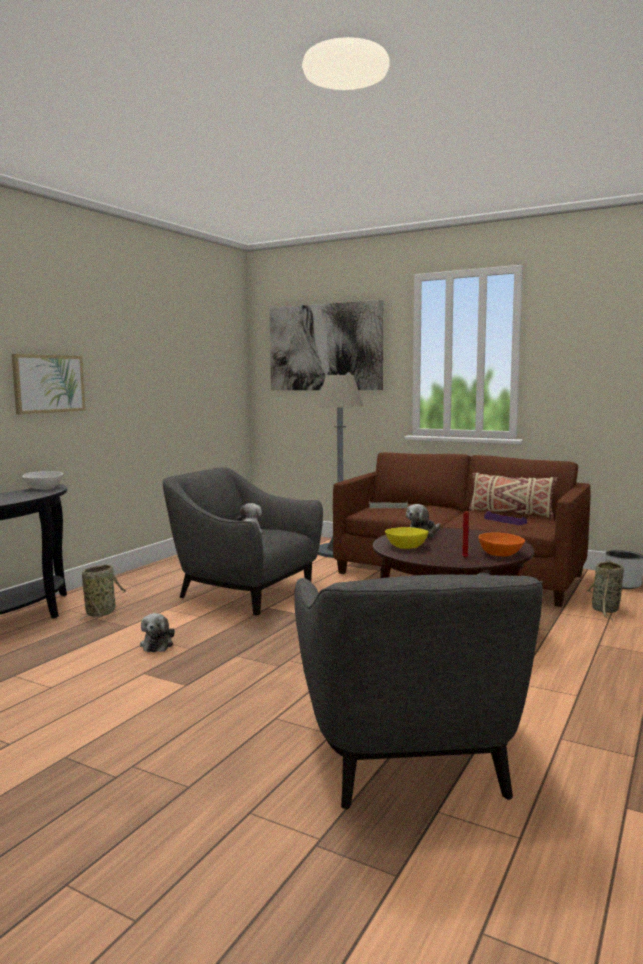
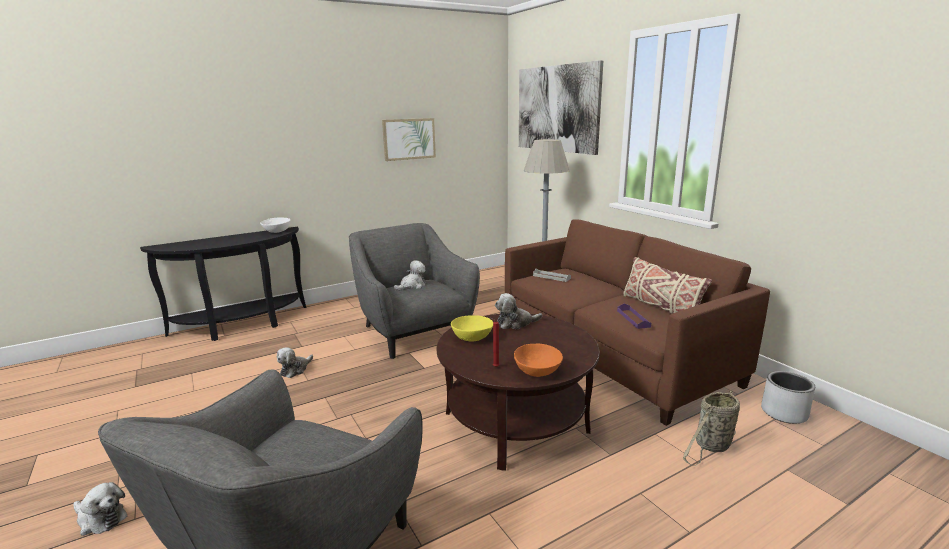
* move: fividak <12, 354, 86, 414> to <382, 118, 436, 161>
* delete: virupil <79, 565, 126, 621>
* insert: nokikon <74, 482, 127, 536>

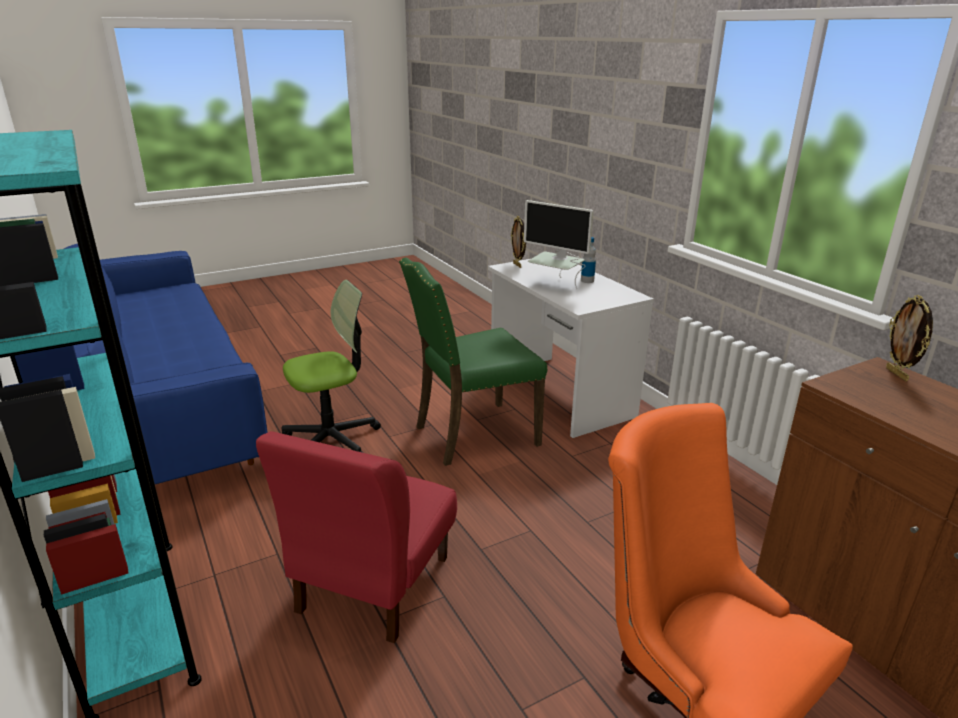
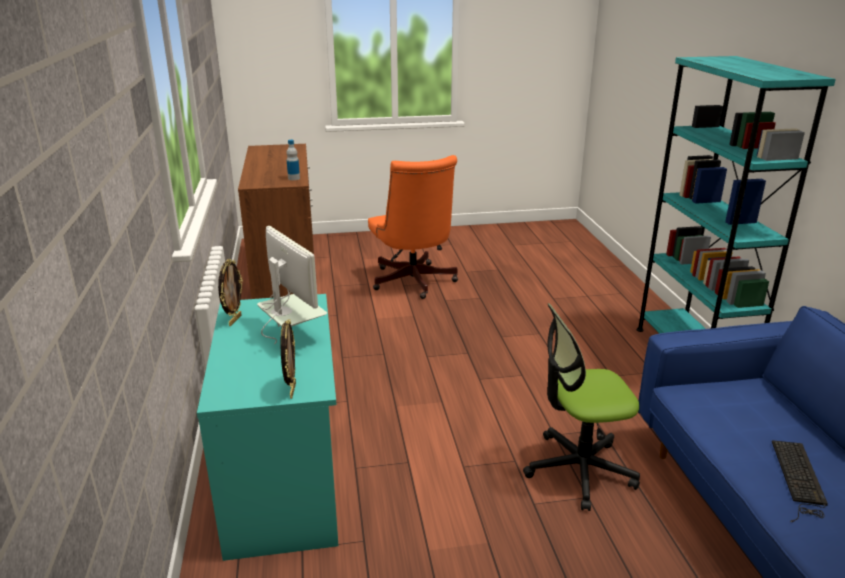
* move: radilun <581, 237, 596, 283> to <287, 140, 300, 180>
* delete: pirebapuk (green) <399, 257, 547, 466>
* recolor: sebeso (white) <488, 259, 654, 438> to sebeso (turquoise) <197, 294, 339, 561>
* move: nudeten <886, 295, 933, 381> to <218, 259, 243, 326>
* delete: pirebapuk (red) <256, 431, 457, 643>
* insert: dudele <772, 440, 828, 522>

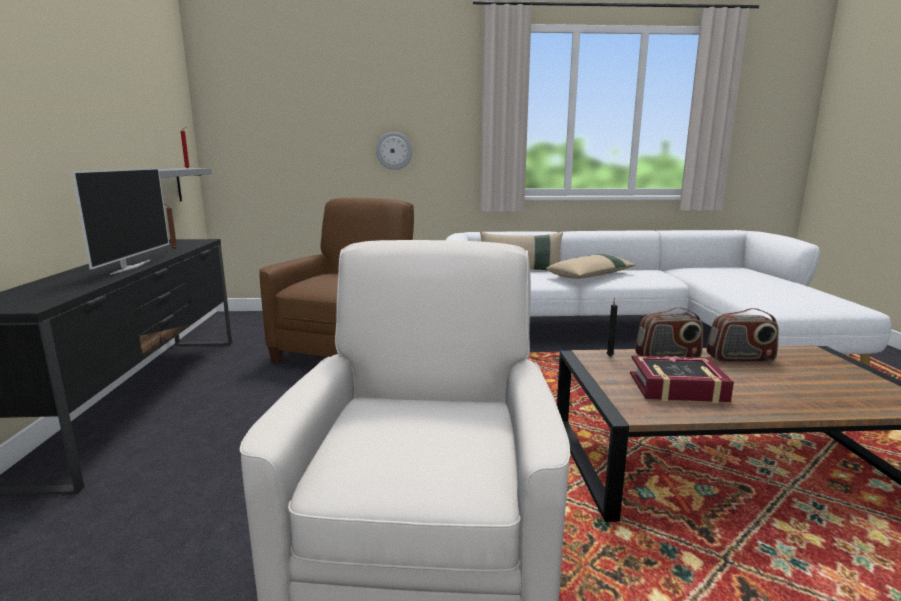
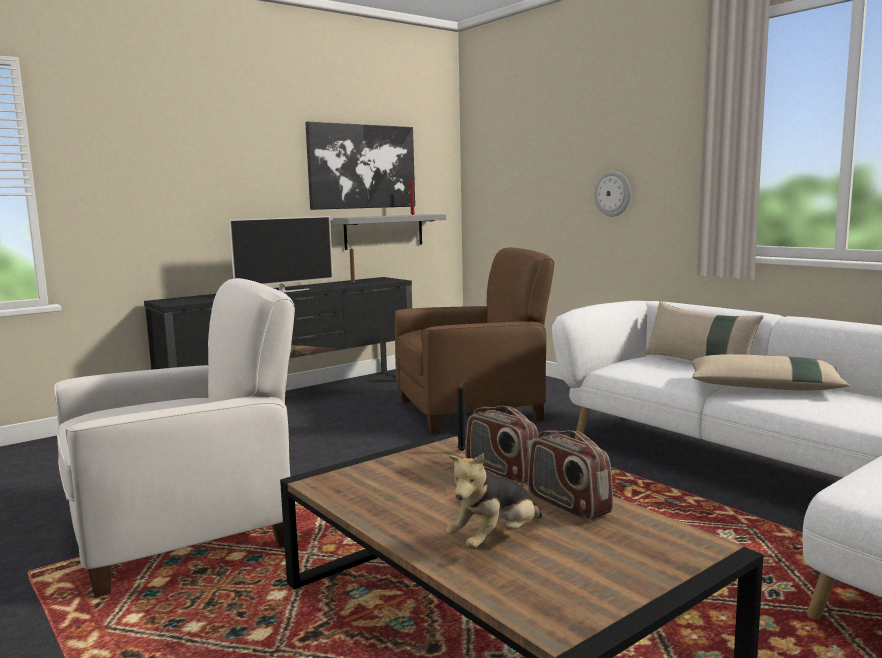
* delete: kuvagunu <630, 355, 734, 403>
* insert: fividak <305, 122, 415, 210>
* insert: nokikon <446, 453, 542, 549>

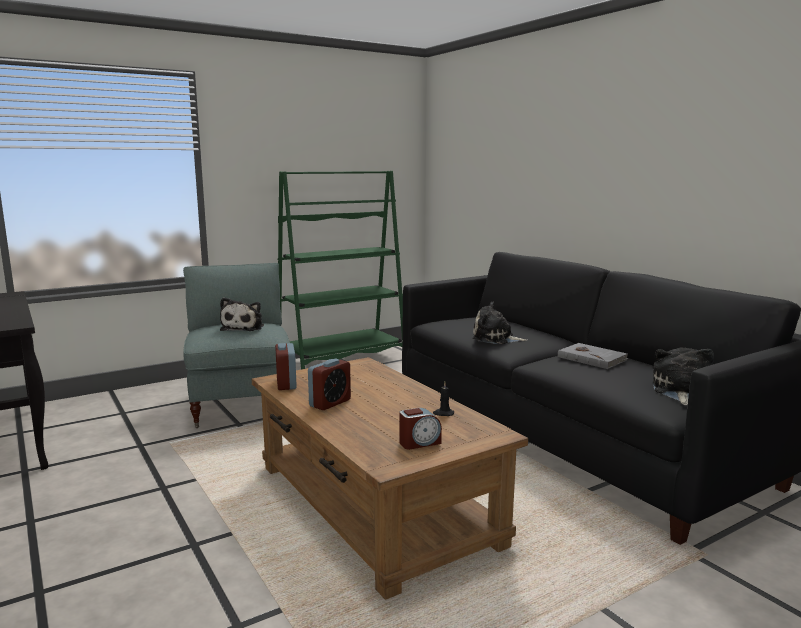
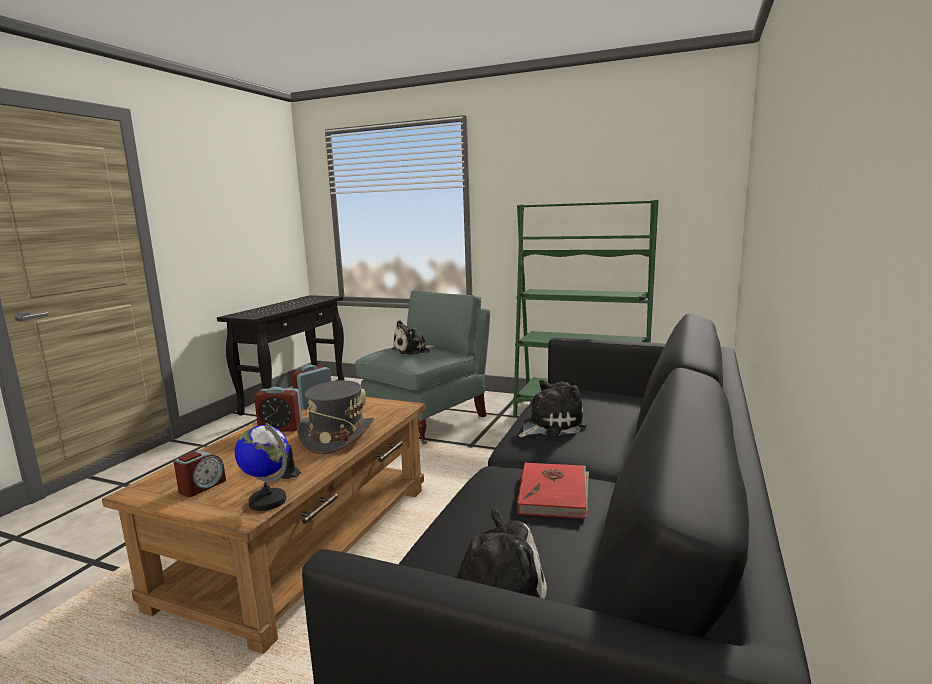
* rotate: nokikon <472, 302, 528, 344> = <519, 380, 587, 437> 75 degrees clockwise
* recolor: kuvagunu (grey) <558, 343, 628, 369> to kuvagunu (red) <517, 462, 589, 519>
* rotate: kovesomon <399, 408, 442, 450> = <173, 451, 226, 497> 90 degrees counterclockwise
* insert: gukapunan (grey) <297, 380, 374, 454>
* insert: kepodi <235, 423, 289, 511>

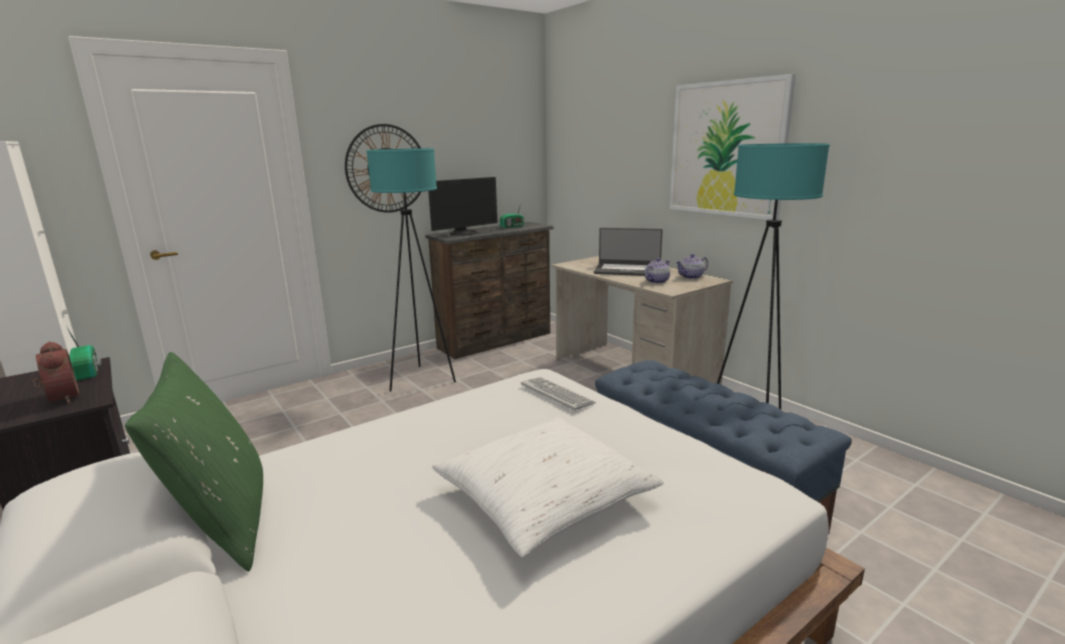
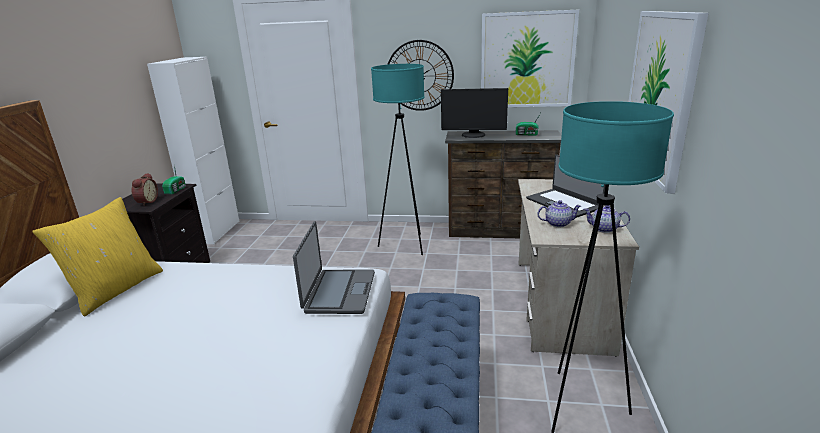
* recolor: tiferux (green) <125, 352, 263, 572> to tiferux (yellow) <32, 197, 163, 316>
* replace: dudele <521, 377, 596, 410> to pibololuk <293, 221, 375, 314>
* delete: tiferux (white) <432, 417, 664, 557>
* insert: fividak <481, 10, 579, 107>

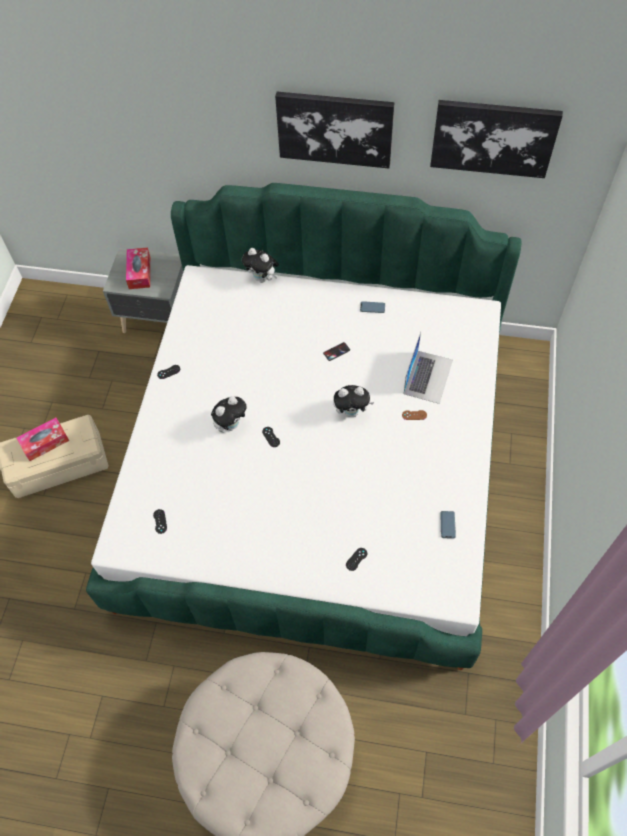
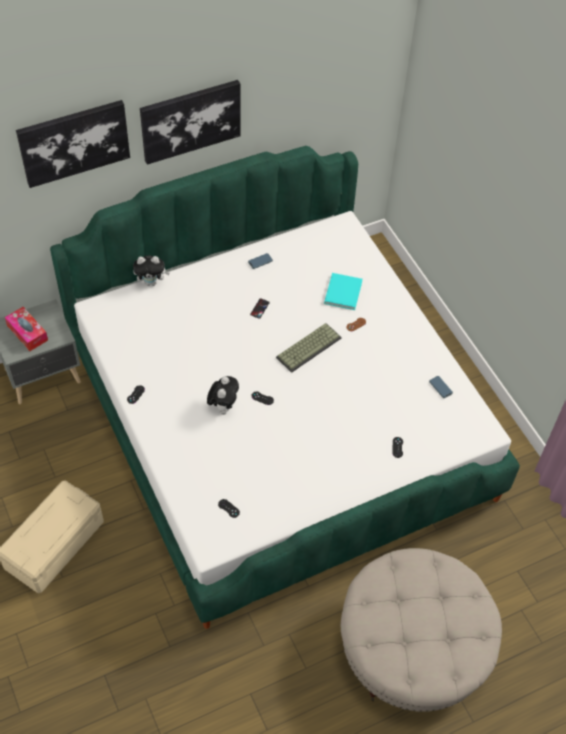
* move: fividak <430, 100, 563, 178> to <16, 100, 130, 188>
* replace: pibololuk <404, 332, 453, 404> to kuvagunu (turquoise) <324, 273, 363, 310>
* replace: nokikon <333, 385, 374, 417> to dudele <276, 323, 342, 373>
* delete: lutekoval <17, 418, 69, 461>

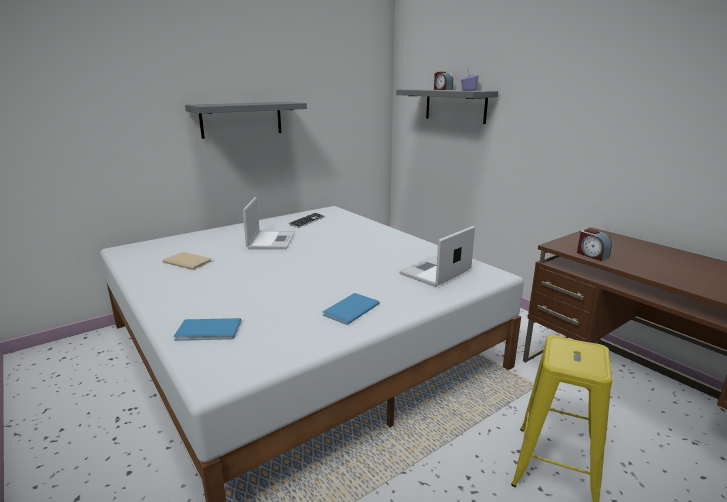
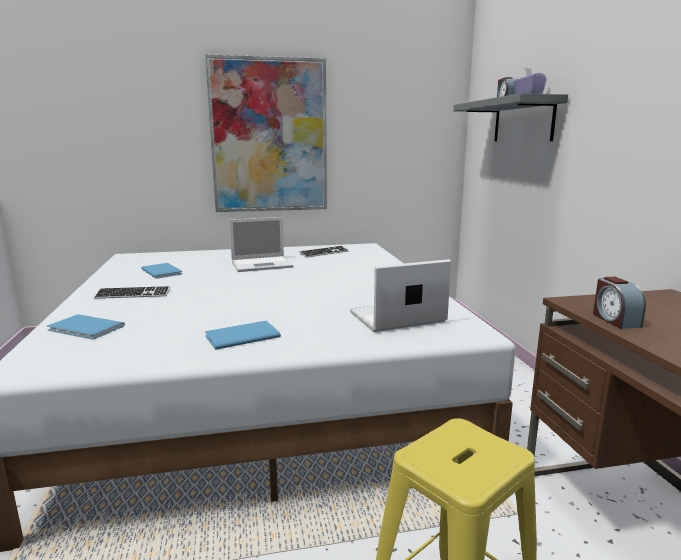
* replace: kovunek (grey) <185, 102, 307, 139> to fividak <205, 54, 327, 212>
* rotate: pibololuk <243, 197, 295, 249> = <229, 217, 294, 272> 45 degrees clockwise
* recolor: kuvagunu (beige) <163, 252, 212, 270> to kuvagunu (blue) <141, 263, 182, 279>
* insert: dudele <94, 286, 171, 299>

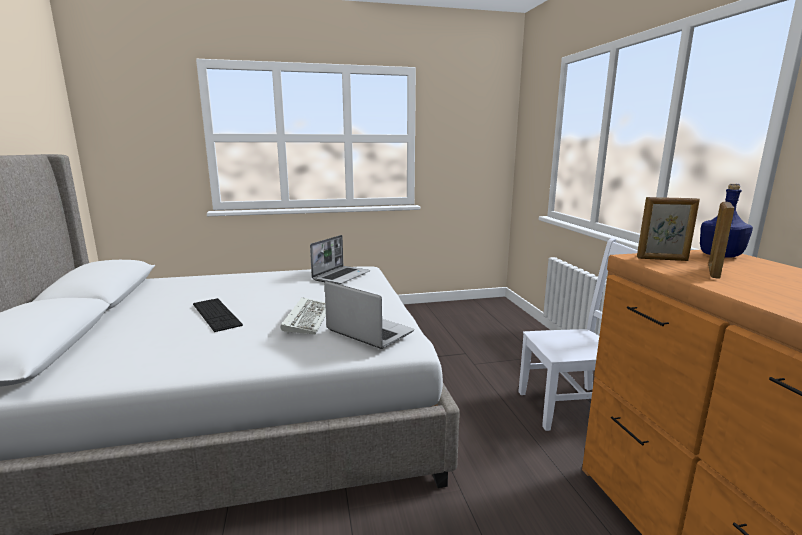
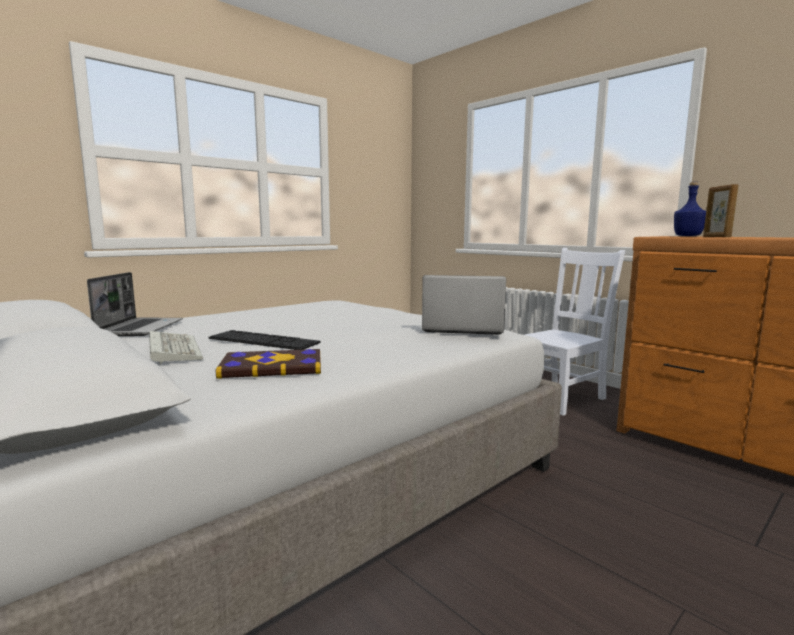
* delete: nudeten <637, 197, 700, 261>
* move: pibololuk <310, 235, 370, 284> to <87, 272, 183, 336>
* move: dudele <281, 297, 326, 334> to <149, 331, 203, 364>
* insert: kuvagunu <216, 349, 321, 379>

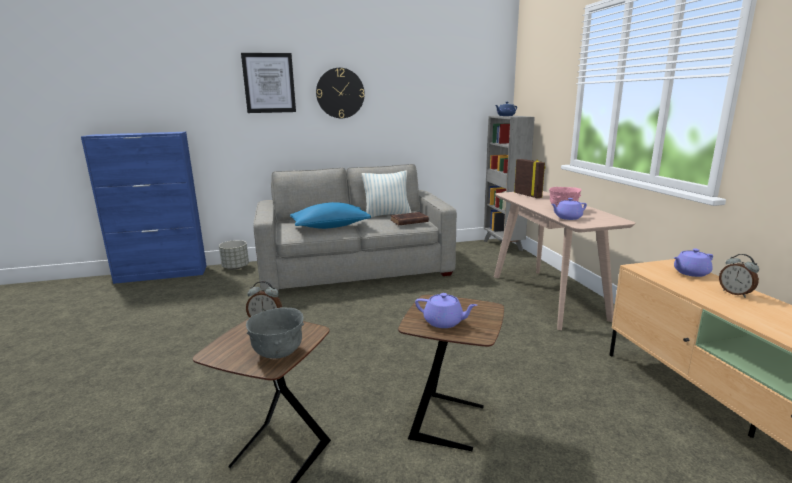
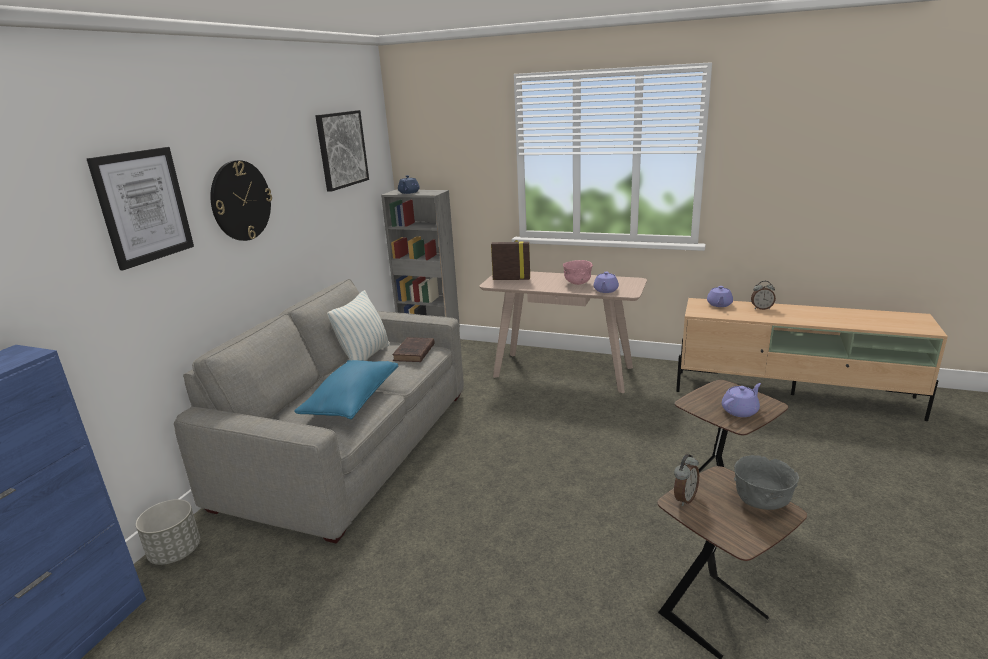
* insert: fividak <315, 110, 369, 192>

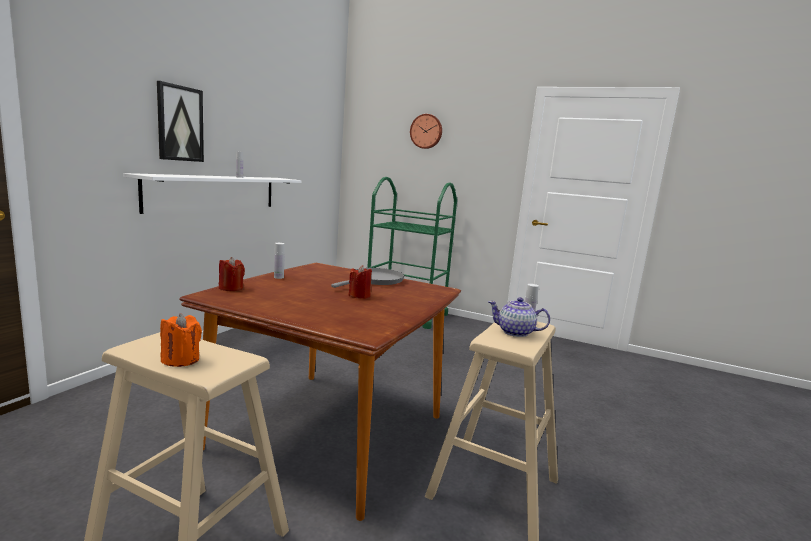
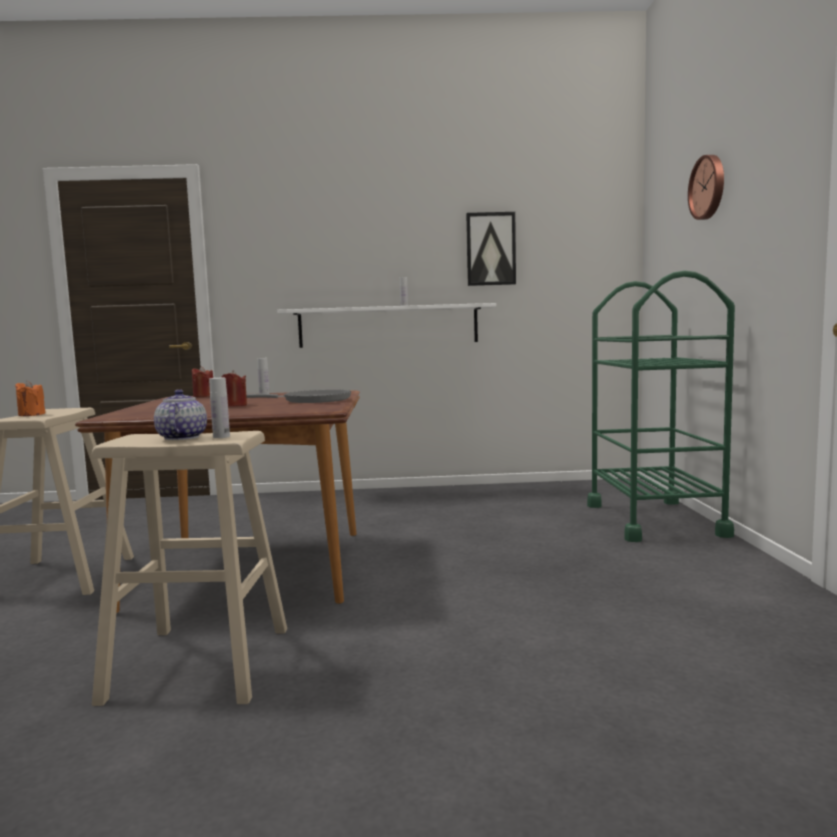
* move: fividak <157, 81, 204, 162> to <466, 212, 516, 286>

